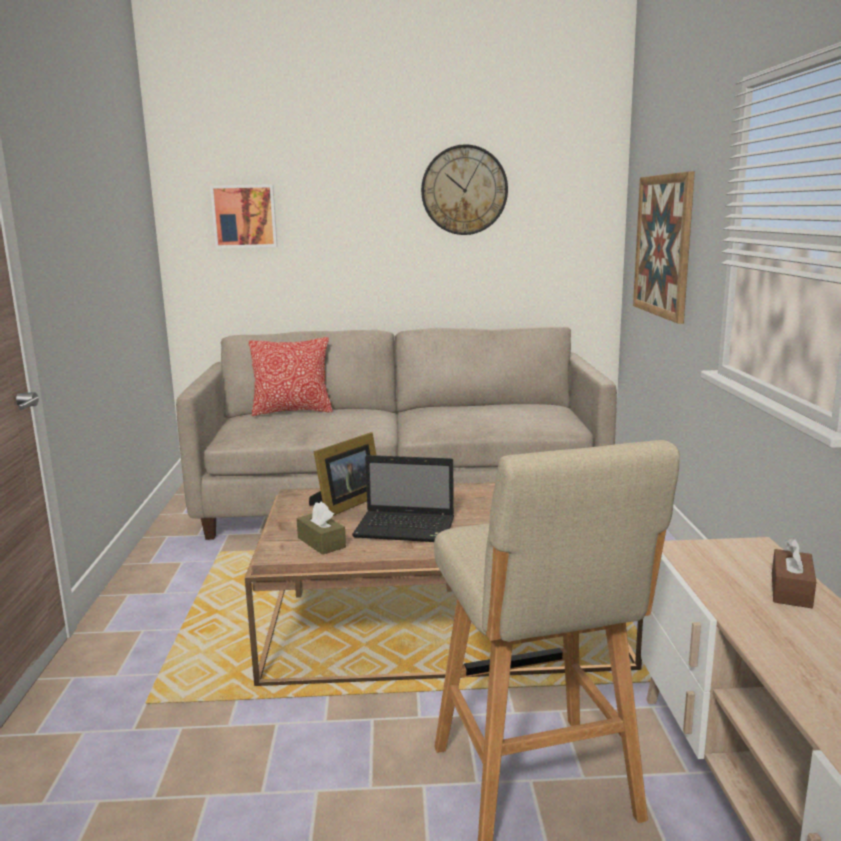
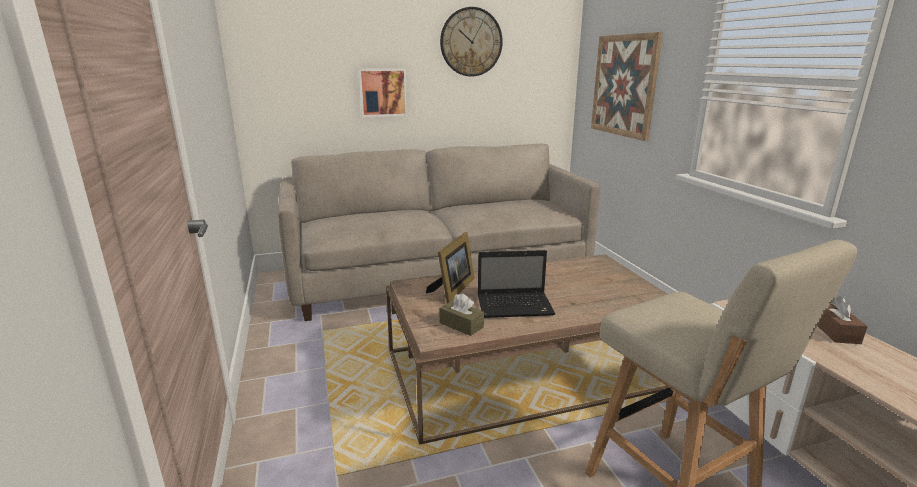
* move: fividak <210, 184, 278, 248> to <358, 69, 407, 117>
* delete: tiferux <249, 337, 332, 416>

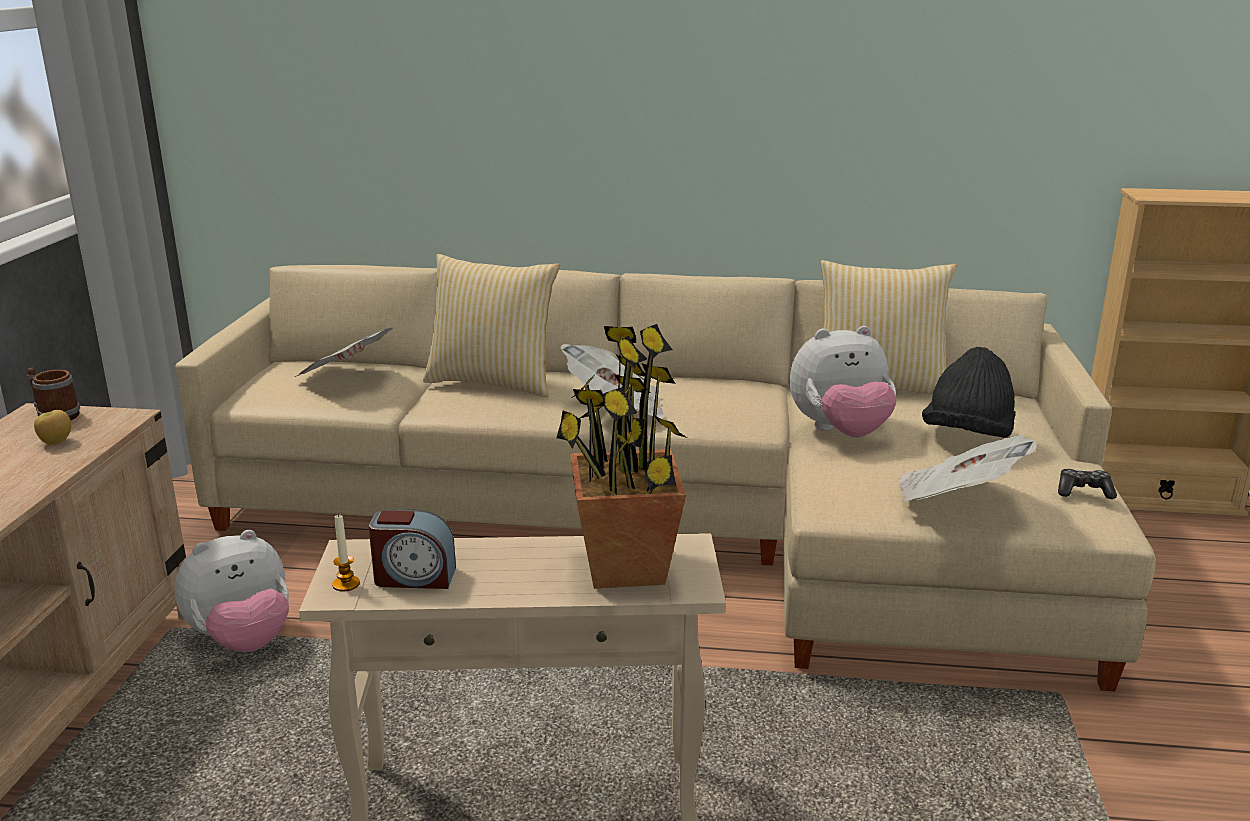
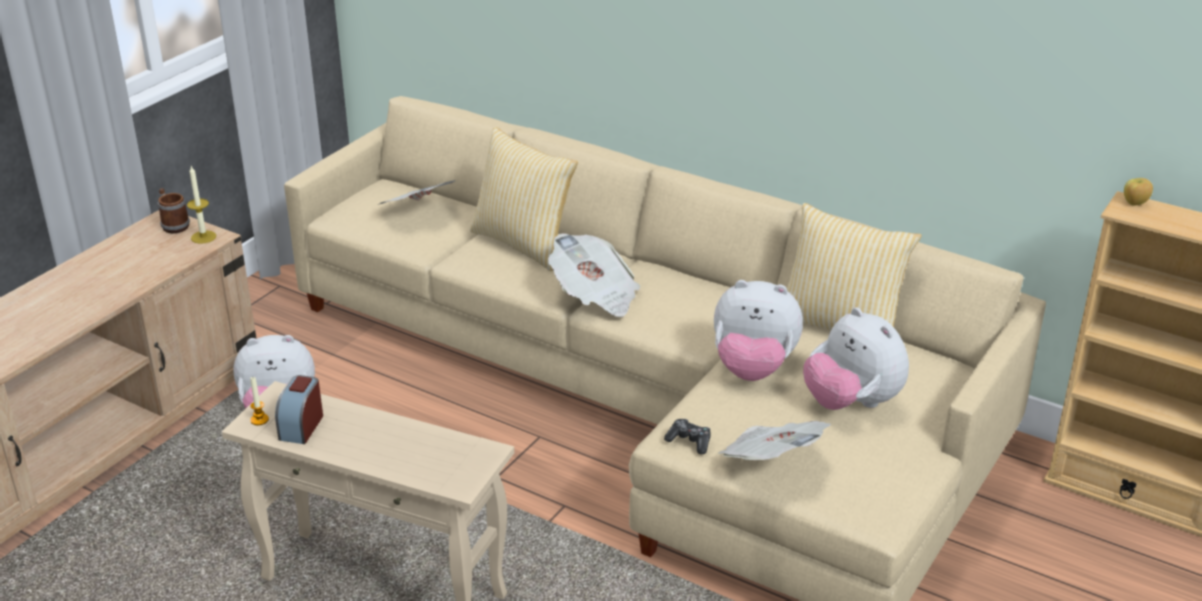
* delete: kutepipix <556, 324, 687, 589>
* replace: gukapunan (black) <922, 347, 1015, 438> to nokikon <803, 307, 909, 410>
* move: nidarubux <34, 410, 71, 445> to <1124, 178, 1153, 206>
* move: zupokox <1058, 469, 1117, 499> to <664, 419, 711, 454>
* rotate: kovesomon <369, 509, 456, 589> = <275, 375, 323, 444> 75 degrees clockwise
* insert: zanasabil <187, 166, 216, 244>

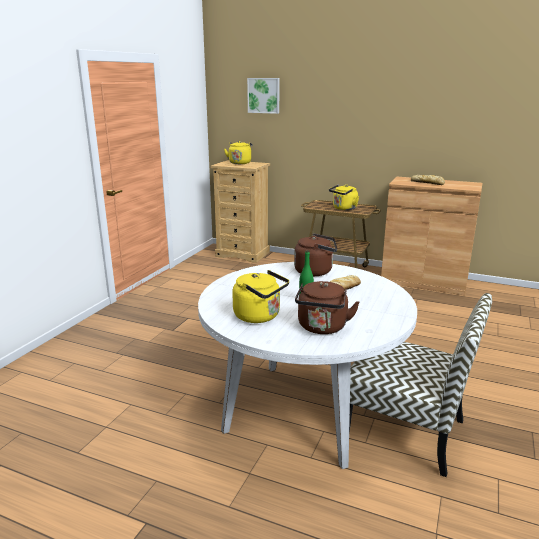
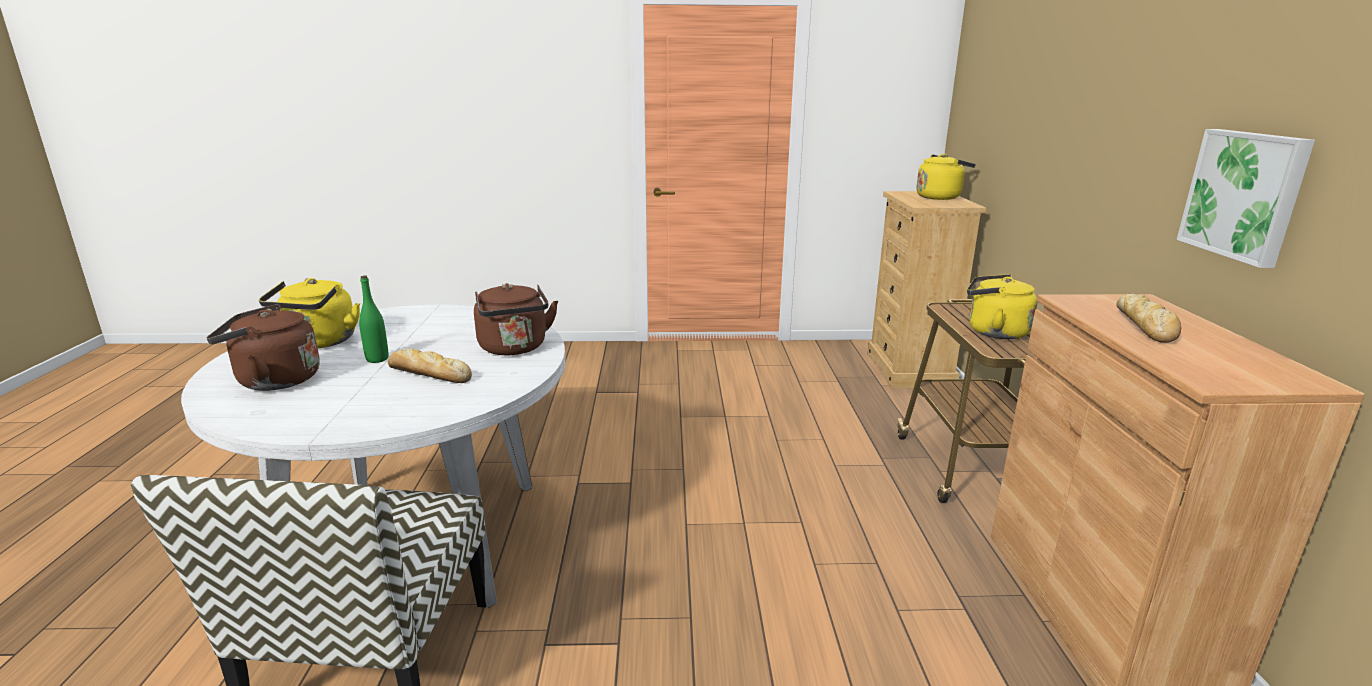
* move: fividak <247, 78, 280, 114> to <1176, 129, 1315, 268>

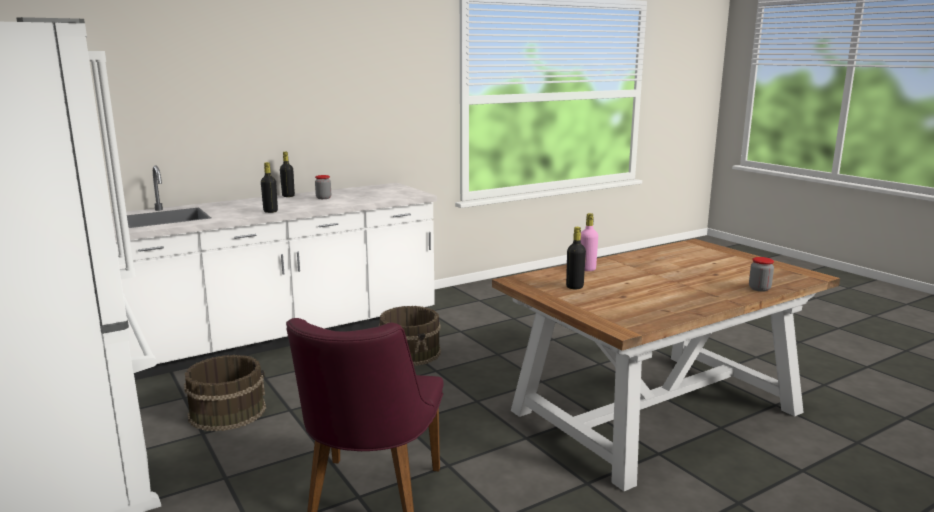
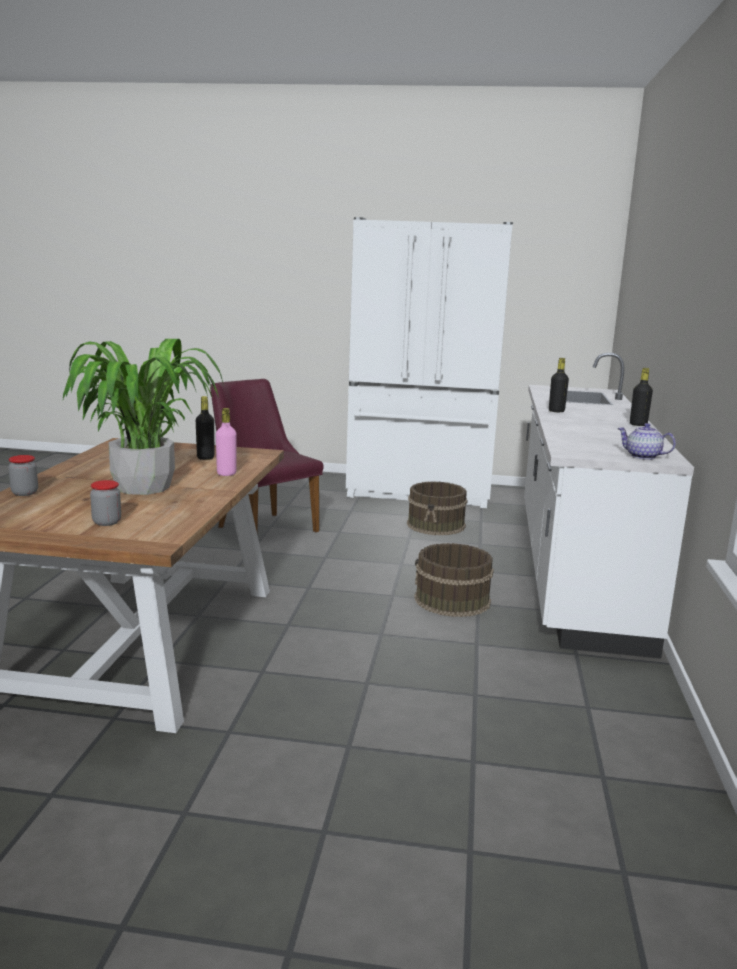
* move: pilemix <315, 175, 331, 199> to <90, 480, 121, 526>
* insert: kutepipix <63, 339, 224, 495>
* insert: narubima <618, 423, 676, 460>

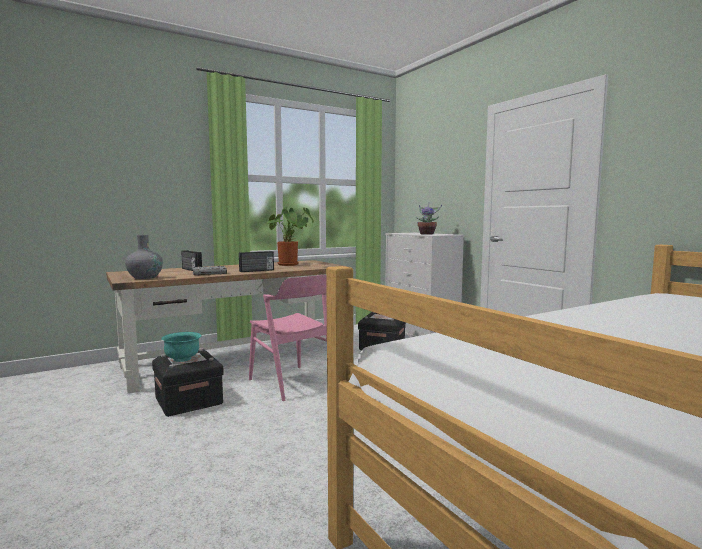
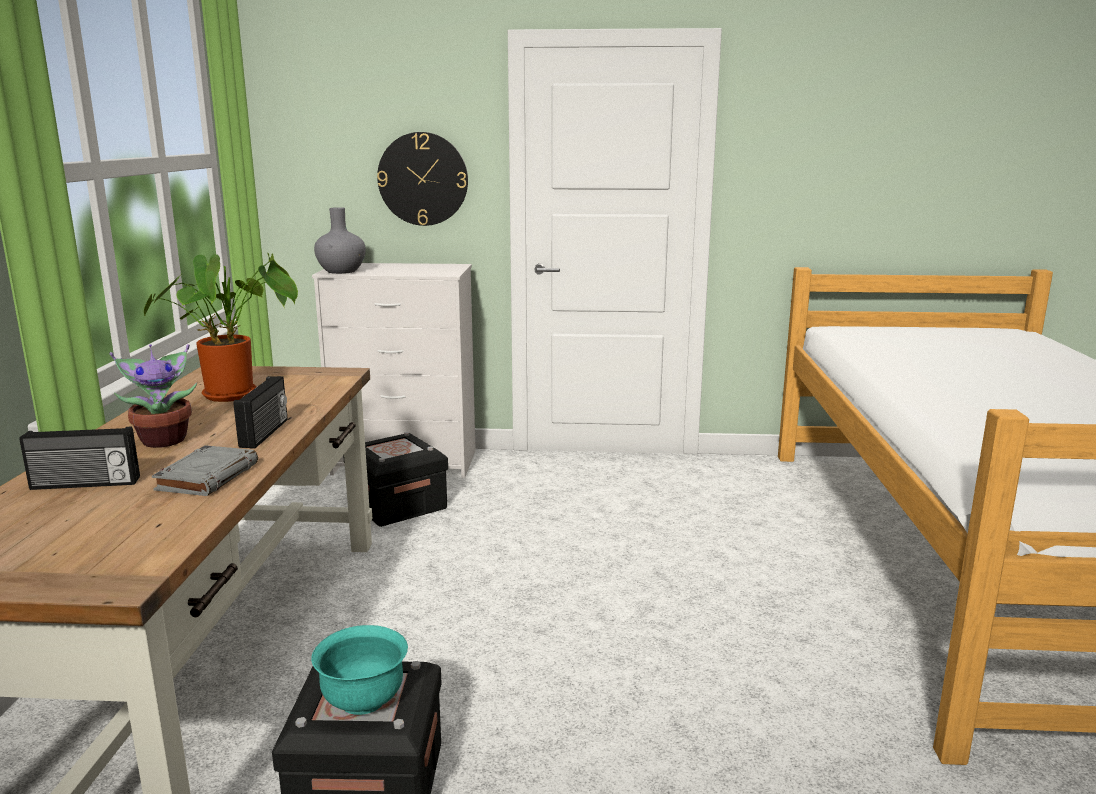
* move: kutepipix <416, 202, 442, 235> to <110, 344, 197, 448>
* move: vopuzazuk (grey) <125, 235, 163, 279> to <314, 207, 366, 274>
* delete: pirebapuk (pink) <249, 275, 327, 401>
* insert: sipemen <377, 132, 468, 226>

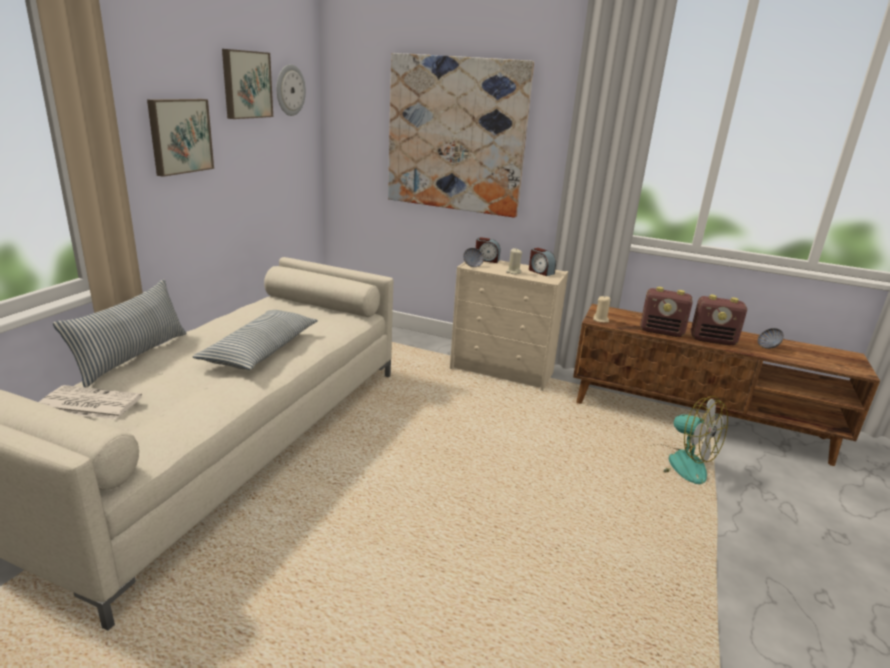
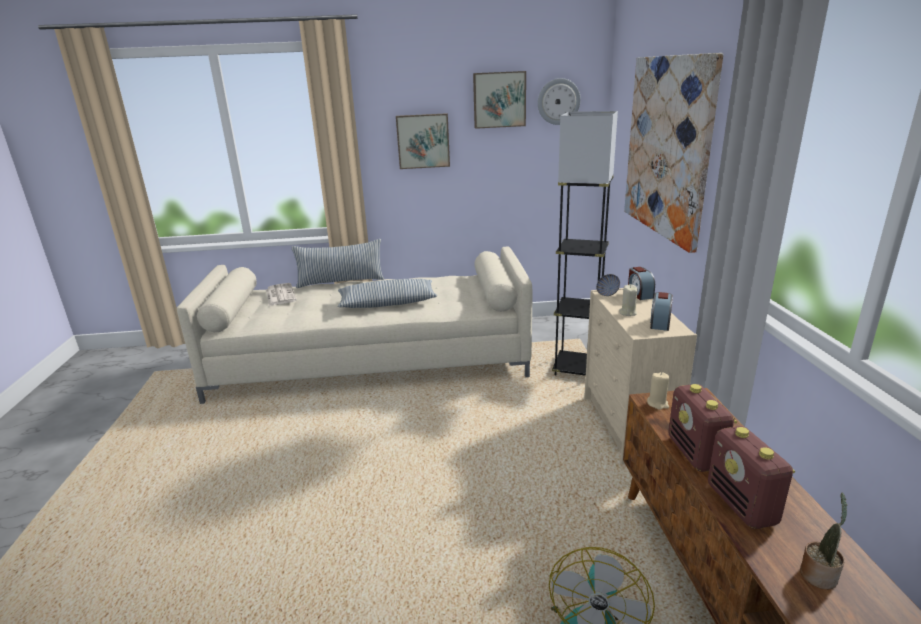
* replace: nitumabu <758, 328, 784, 349> to kutepipix <800, 493, 847, 590>
* insert: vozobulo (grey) <552, 111, 618, 376>

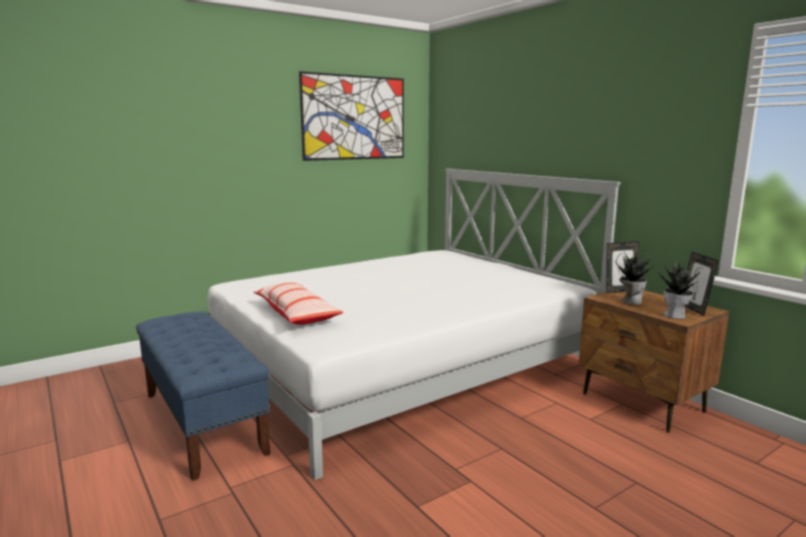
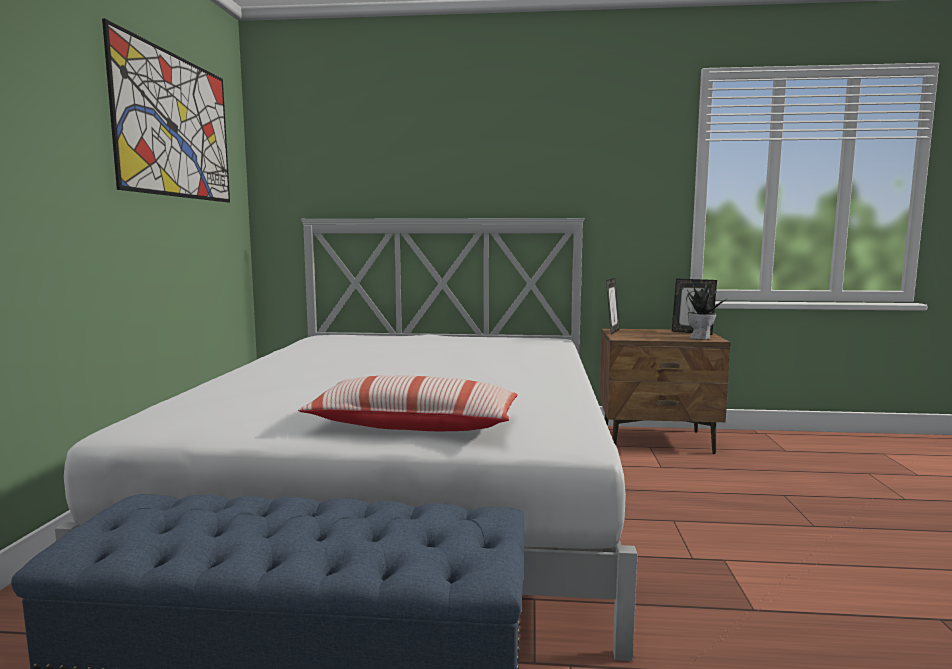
* delete: kutepipix <615, 250, 654, 305>

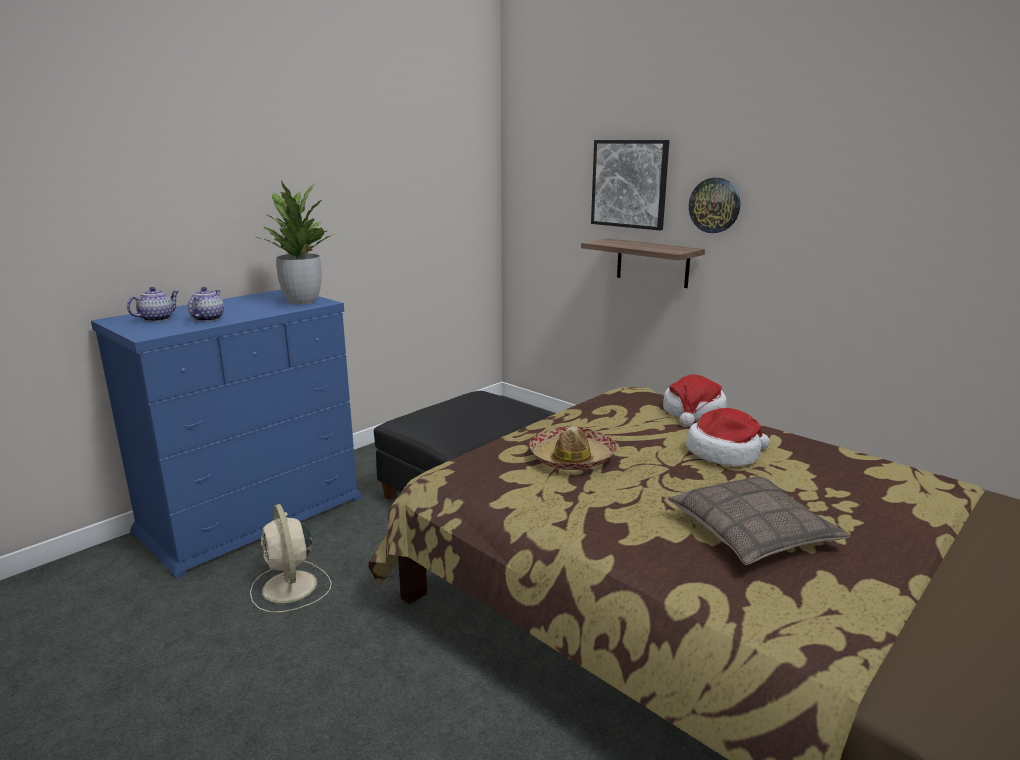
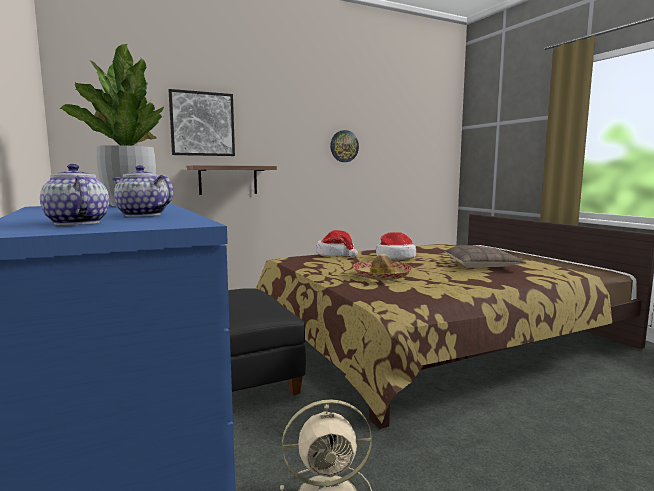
* move: sipemen <689, 178, 740, 233> to <330, 130, 359, 162>

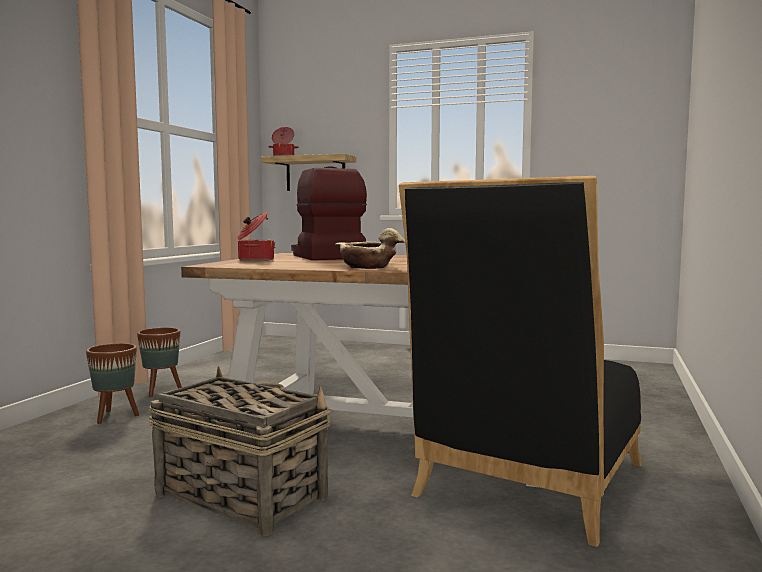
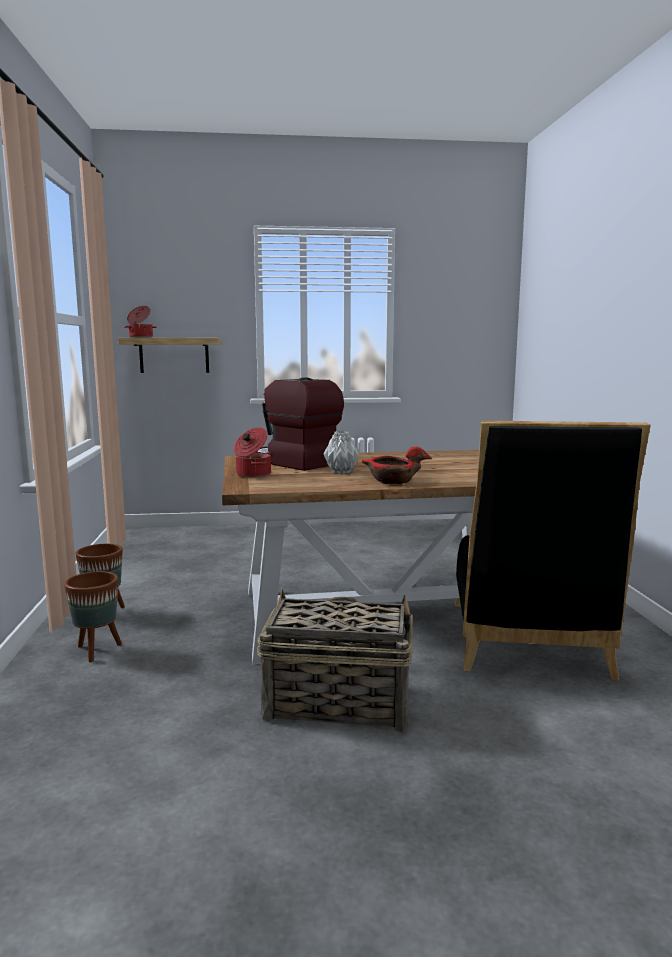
* recolor: nitumabu (beige) <335, 228, 405, 269> to nitumabu (red) <362, 446, 432, 484>
* insert: vopuzazuk (grey) <324, 431, 359, 474>

